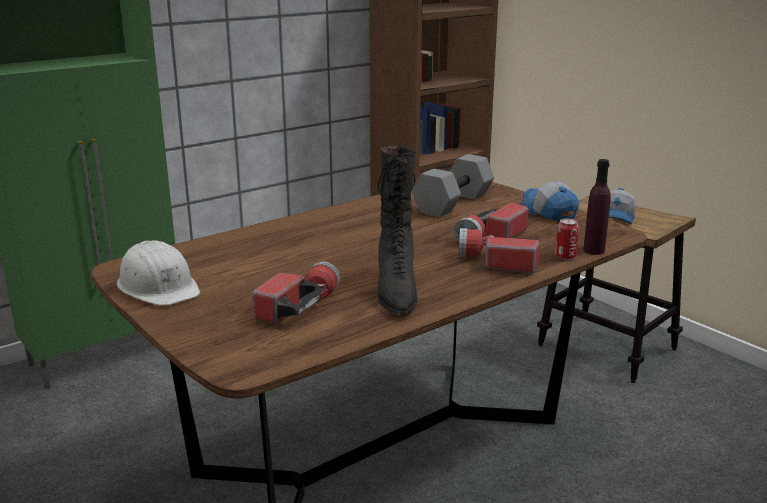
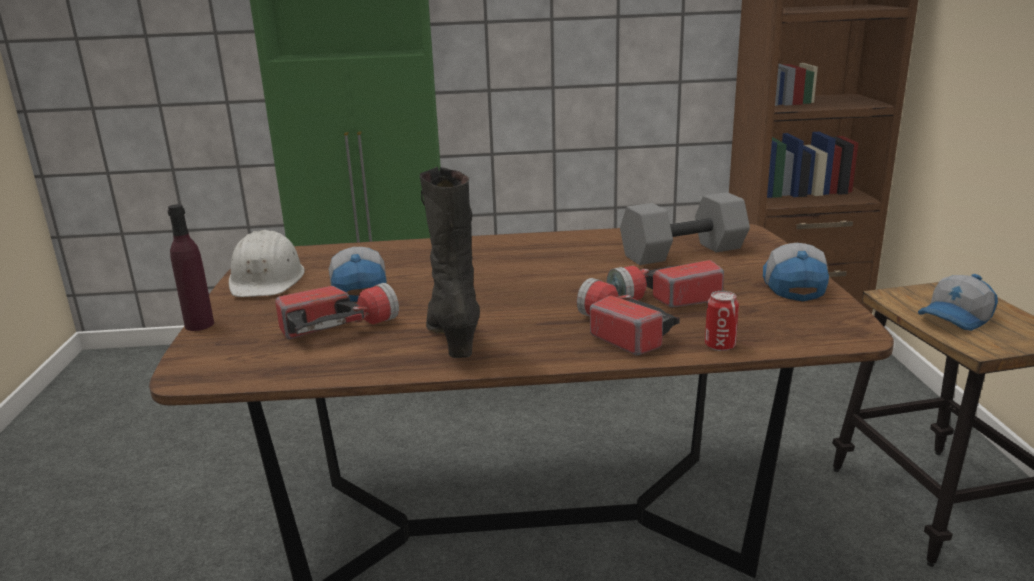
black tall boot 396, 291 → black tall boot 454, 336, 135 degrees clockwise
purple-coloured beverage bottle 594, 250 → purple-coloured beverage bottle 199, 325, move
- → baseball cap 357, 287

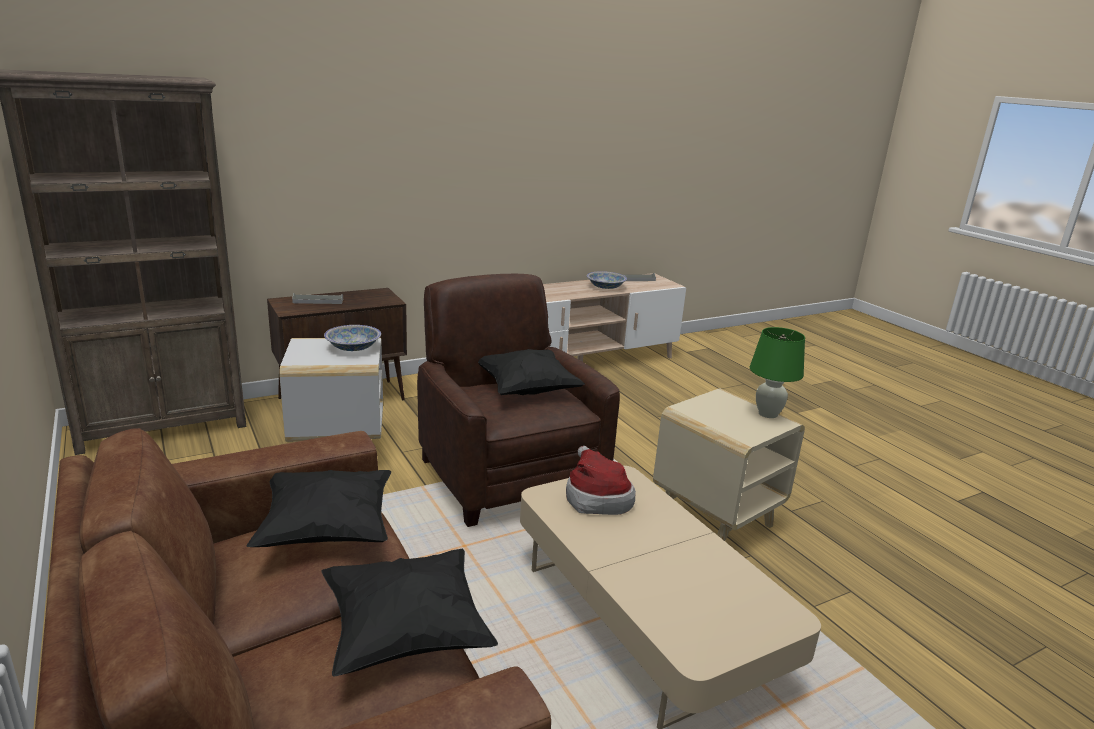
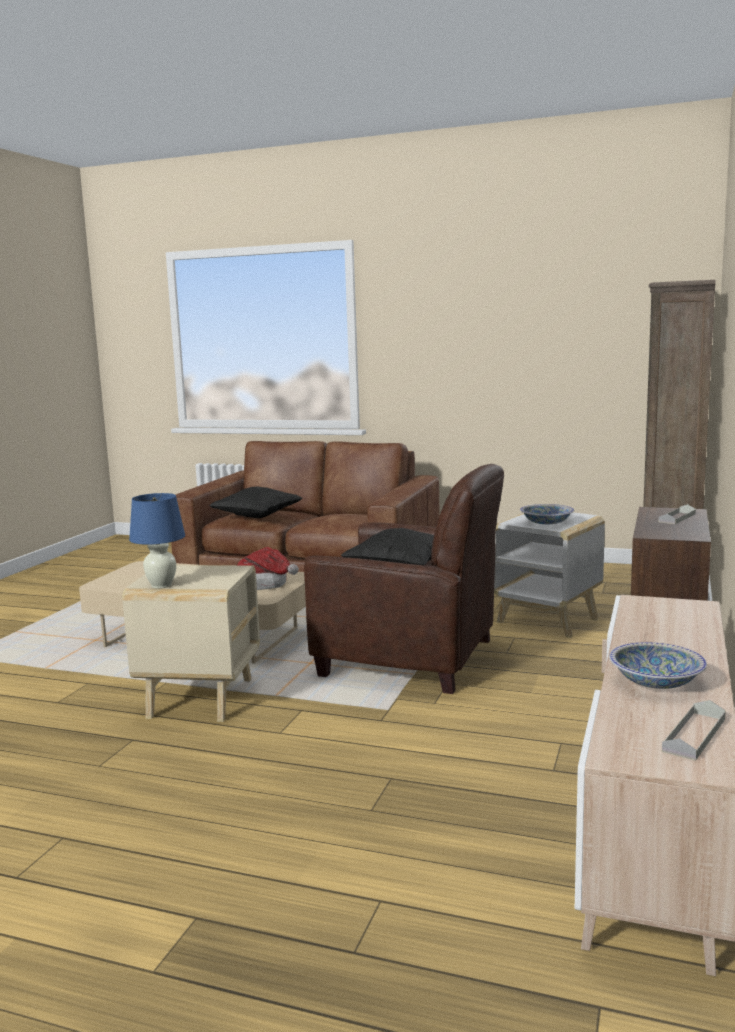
greenish lamp for a table 767, 414 → blue lamp for a table 162, 585
black throw pillow 326, 530 → -

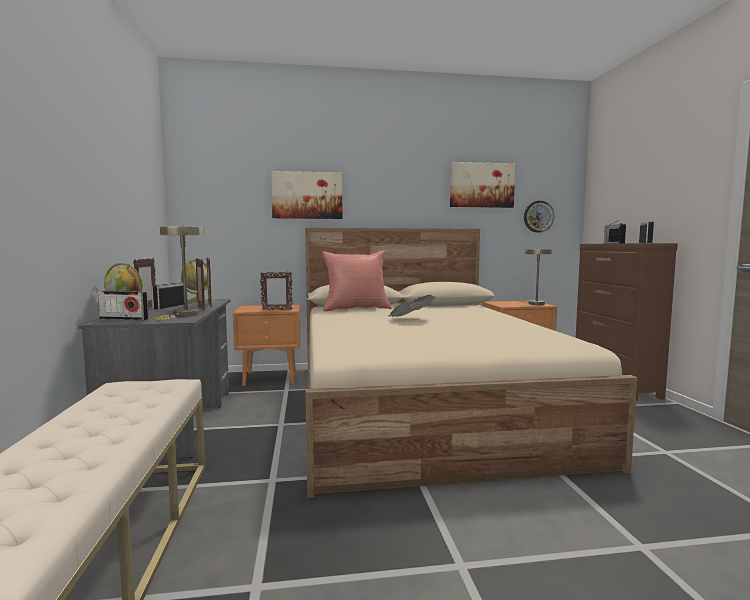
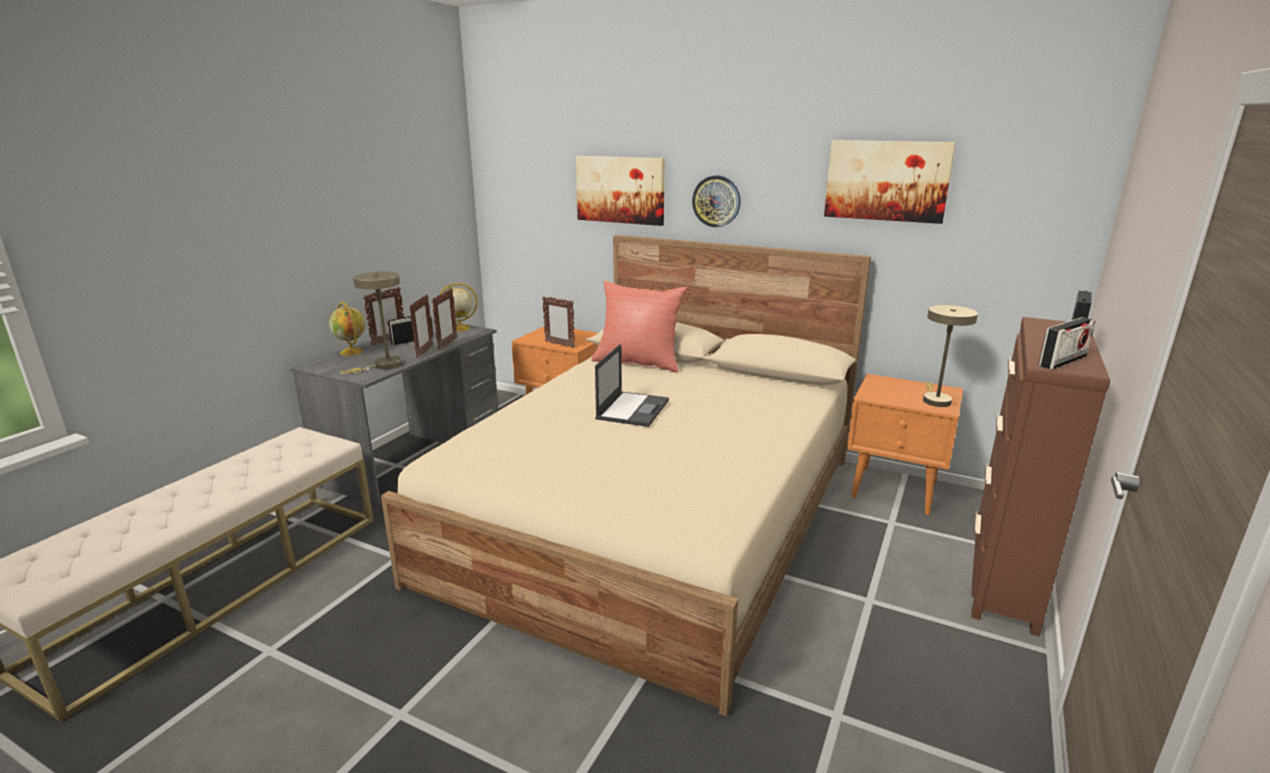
hanging clock 538, 216 → hanging clock 716, 201, move
radio set 124, 319 → -
newspaper 410, 319 → notebook computer 633, 409

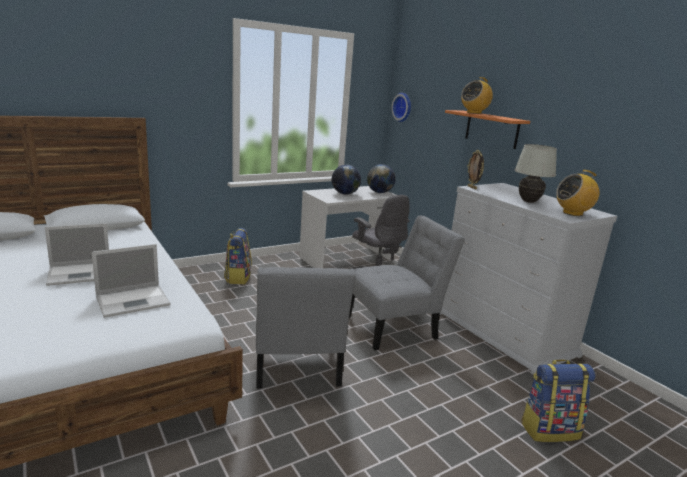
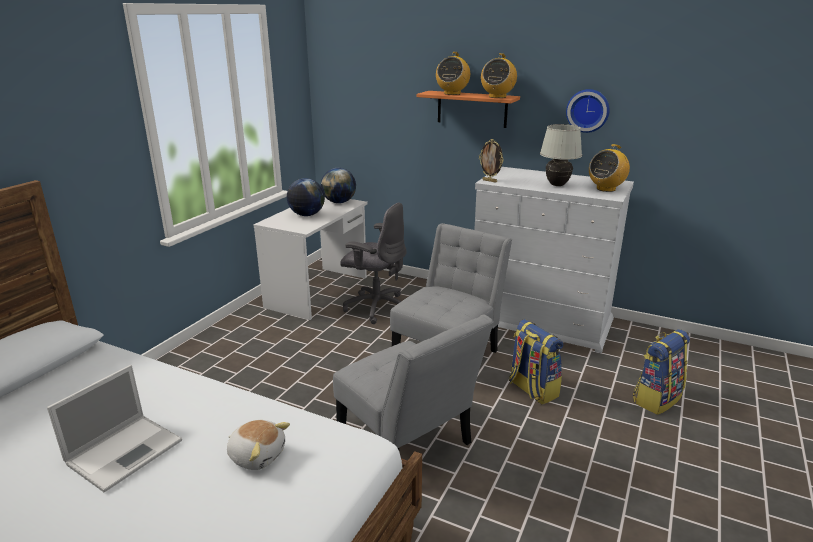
hanging clock 403, 107 → hanging clock 588, 110, move
backpack 238, 277 → backpack 532, 389, move
notebook computer 134, 300 → plush toy 257, 455
- → radio set 497, 97

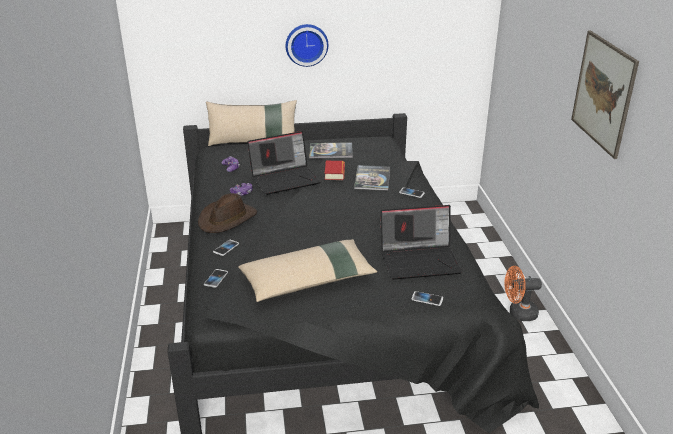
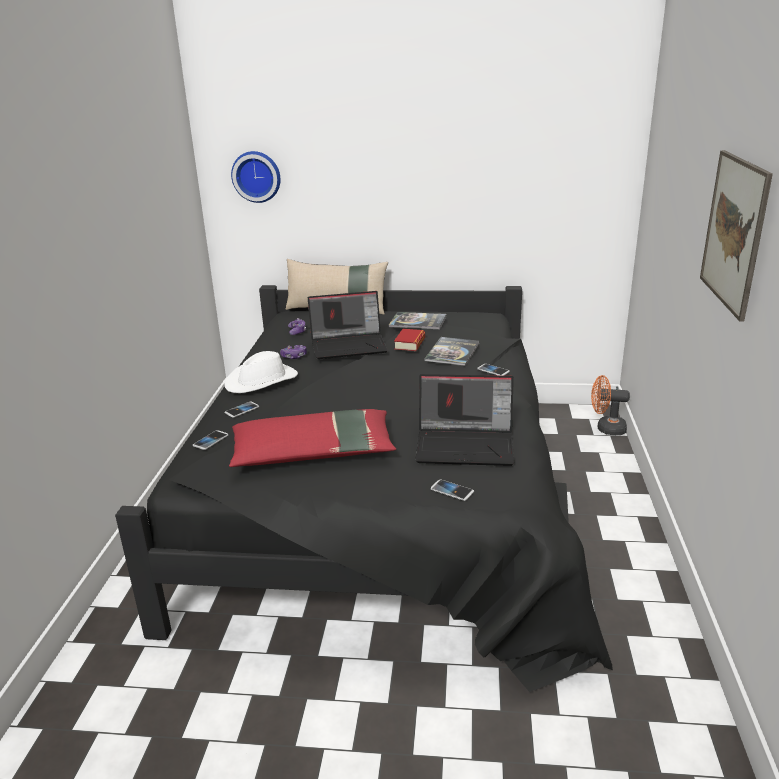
hanging clock 306, 44 → hanging clock 257, 176, move
brown-coloured hat 227, 219 → whitish hat 262, 381
beige-coloured throw pillow 308, 280 → red-coloured throw pillow 313, 452
orange fan 518, 313 → orange fan 606, 428, move

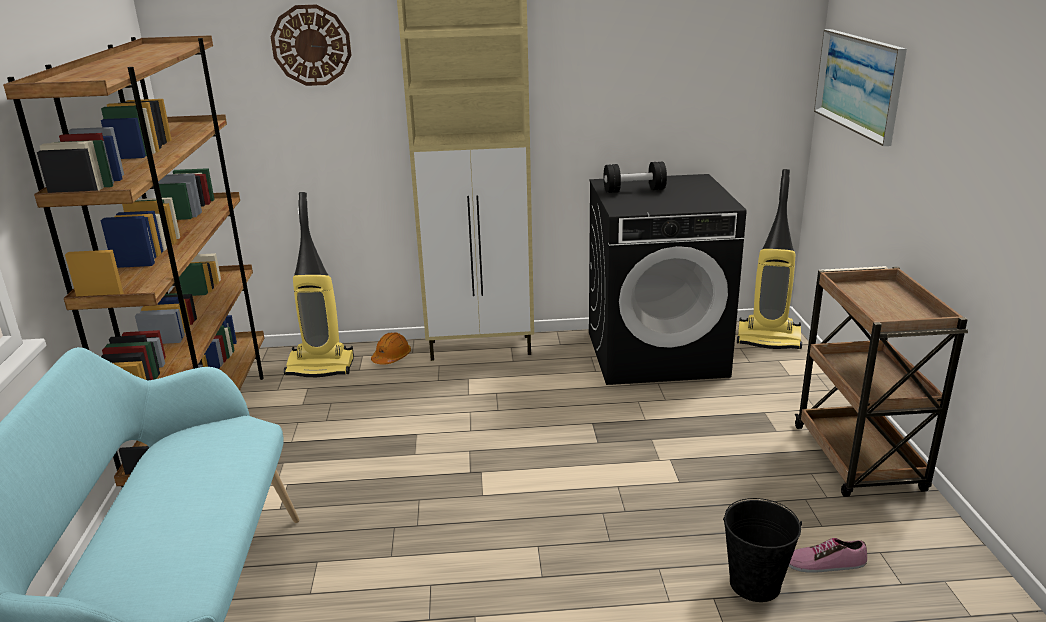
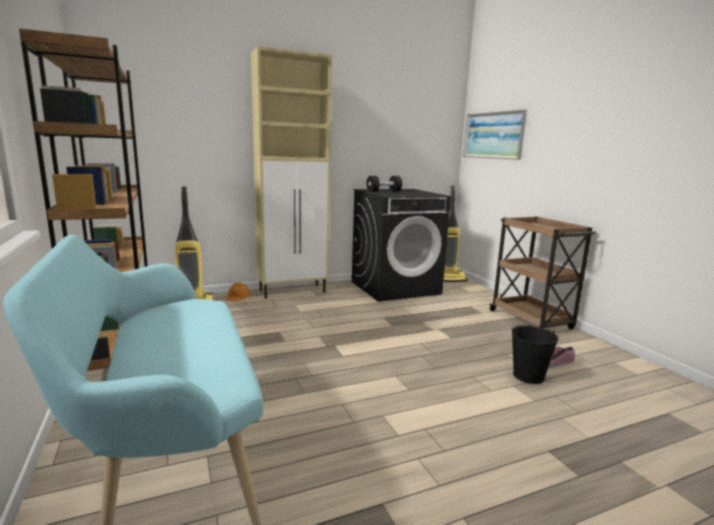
hanging clock 311, 45 → -

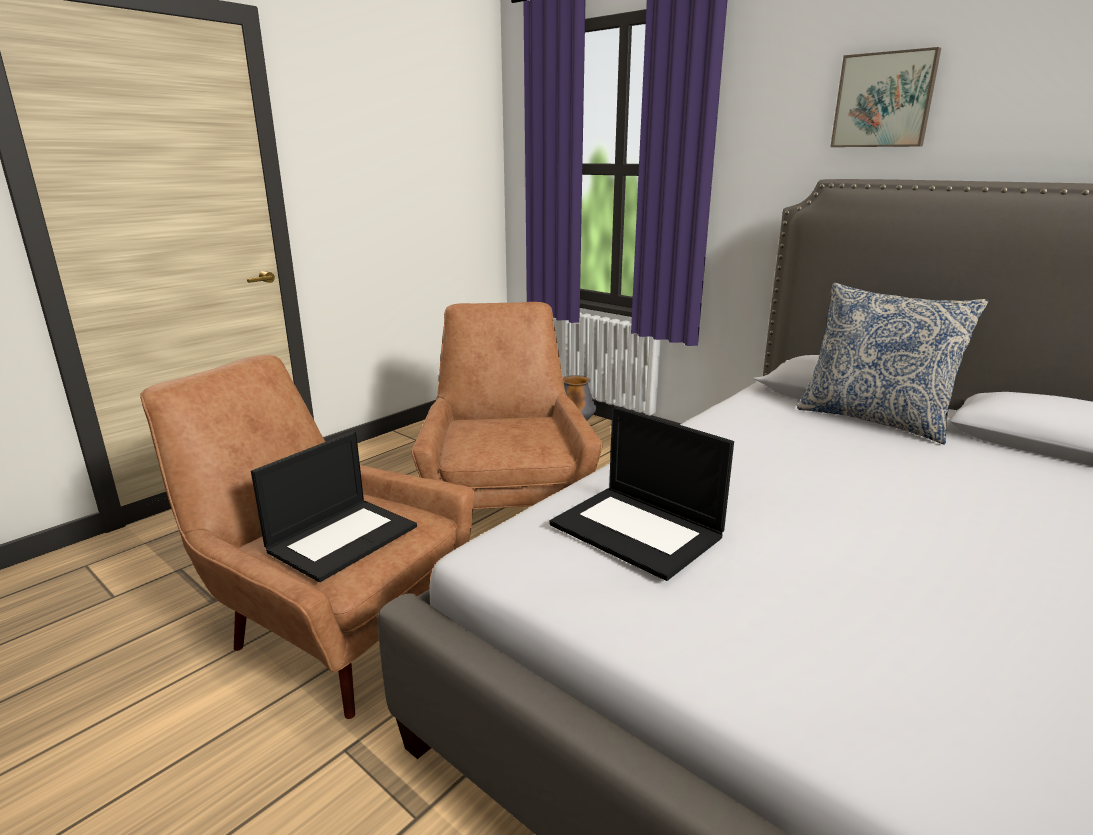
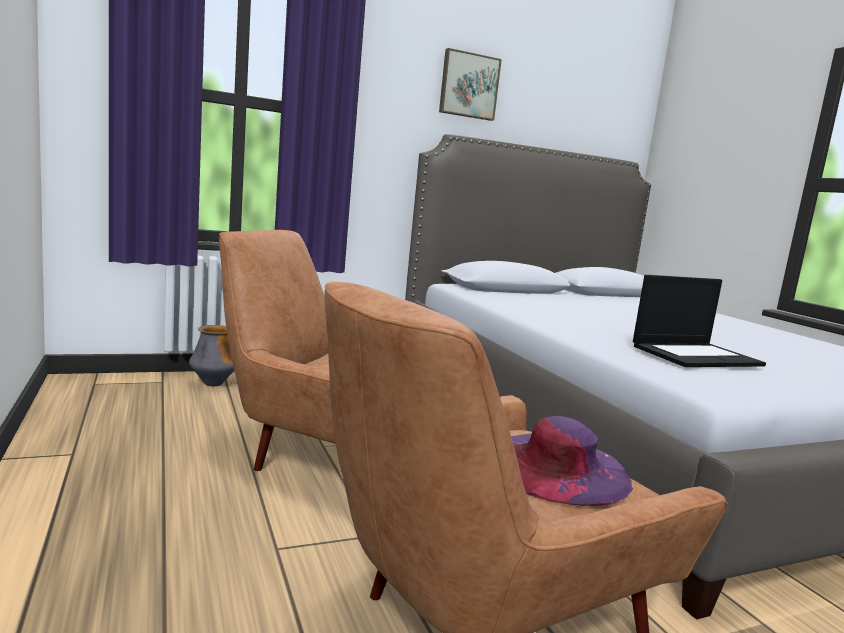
throw pillow 873, 419 → -
notebook computer 343, 537 → purple-coloured hat 556, 468

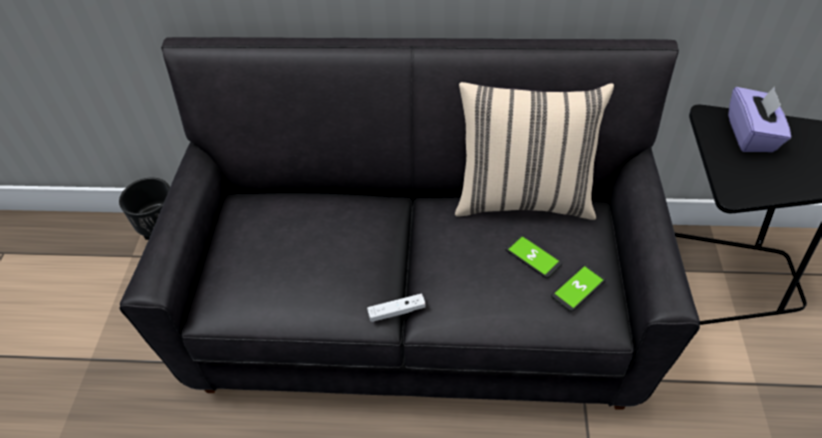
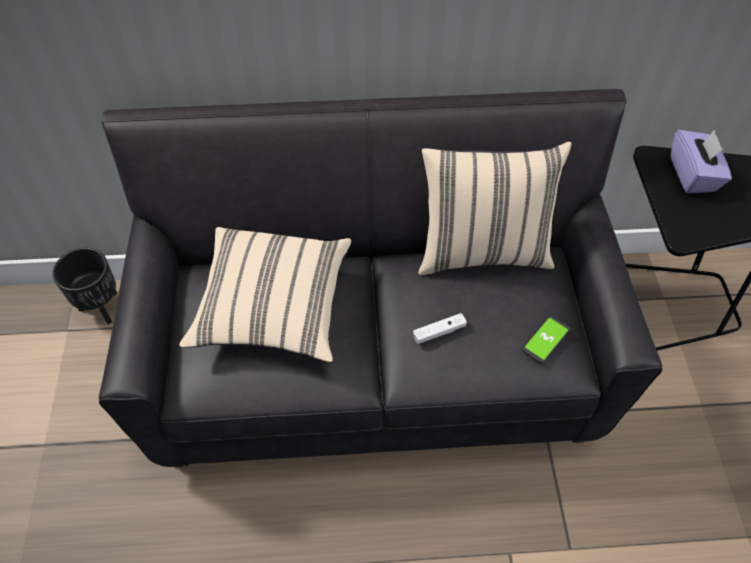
handset 533, 257 → -
whitish joypad 396, 311 → whitish joypad 439, 332, move
- → beige-coloured throw pillow 273, 307

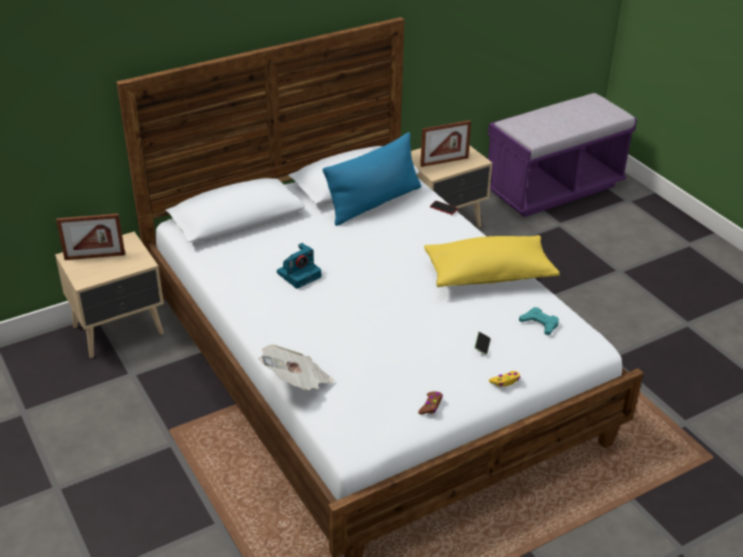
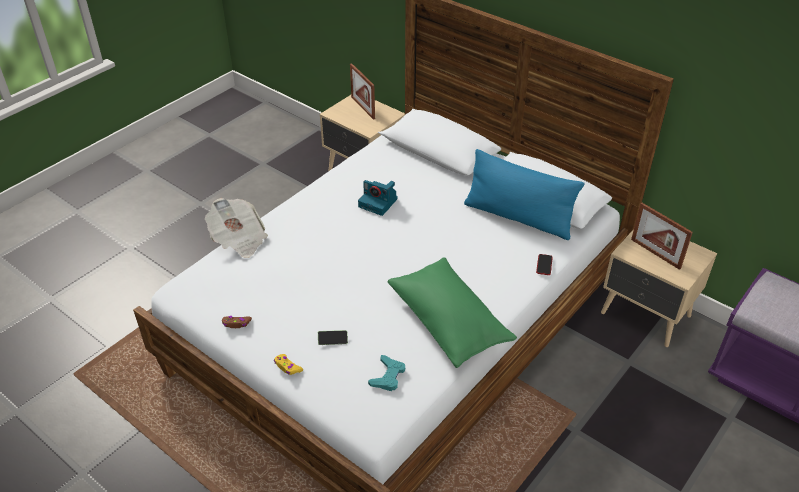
yellow throw pillow 489, 275 → greenish throw pillow 449, 322

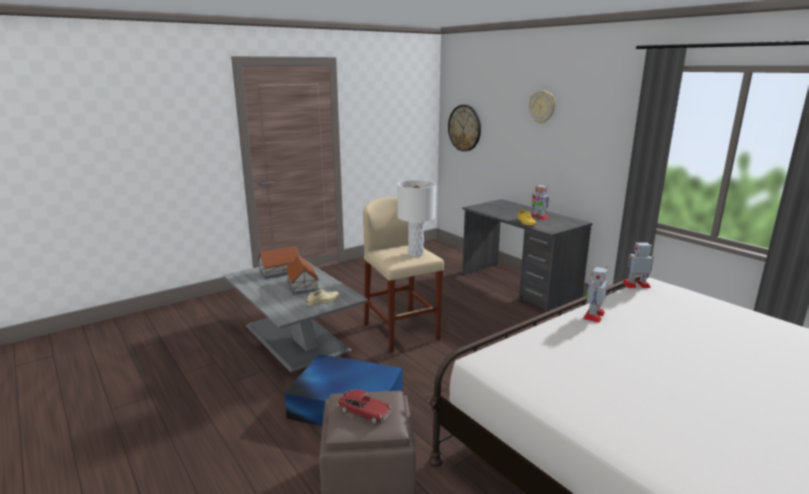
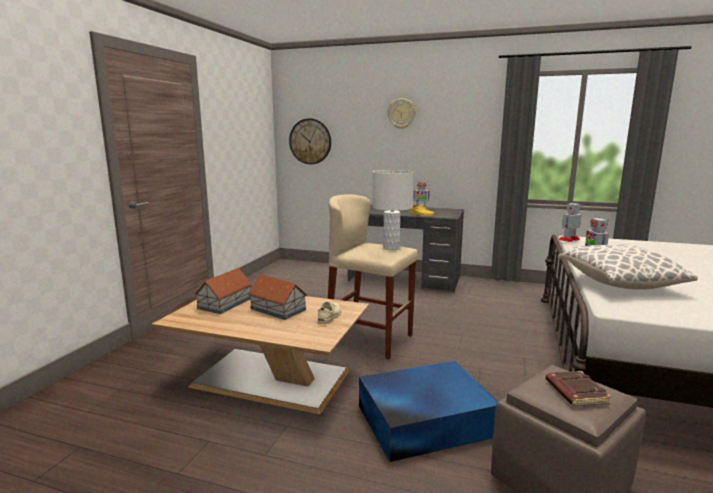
gray lounge table 294, 336 → brown-coloured lounge table 268, 378
model car 364, 412 → brown-coloured bound book 575, 392
- → throw pillow 619, 283

